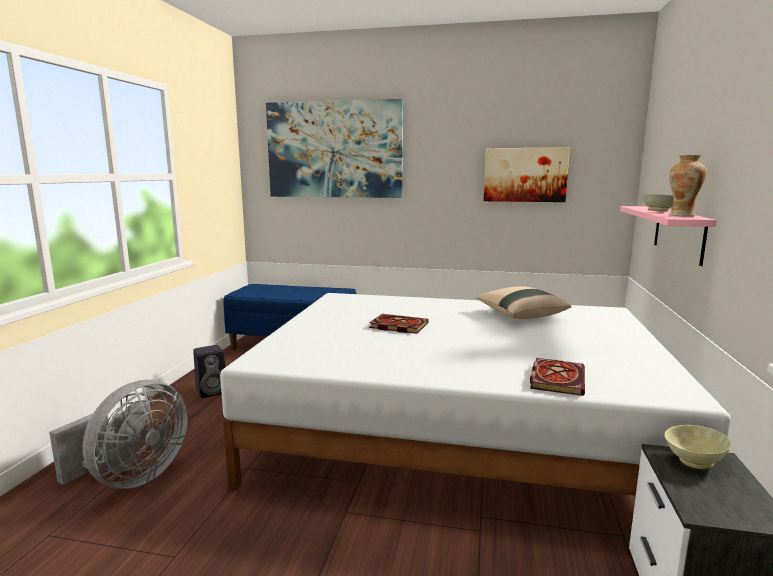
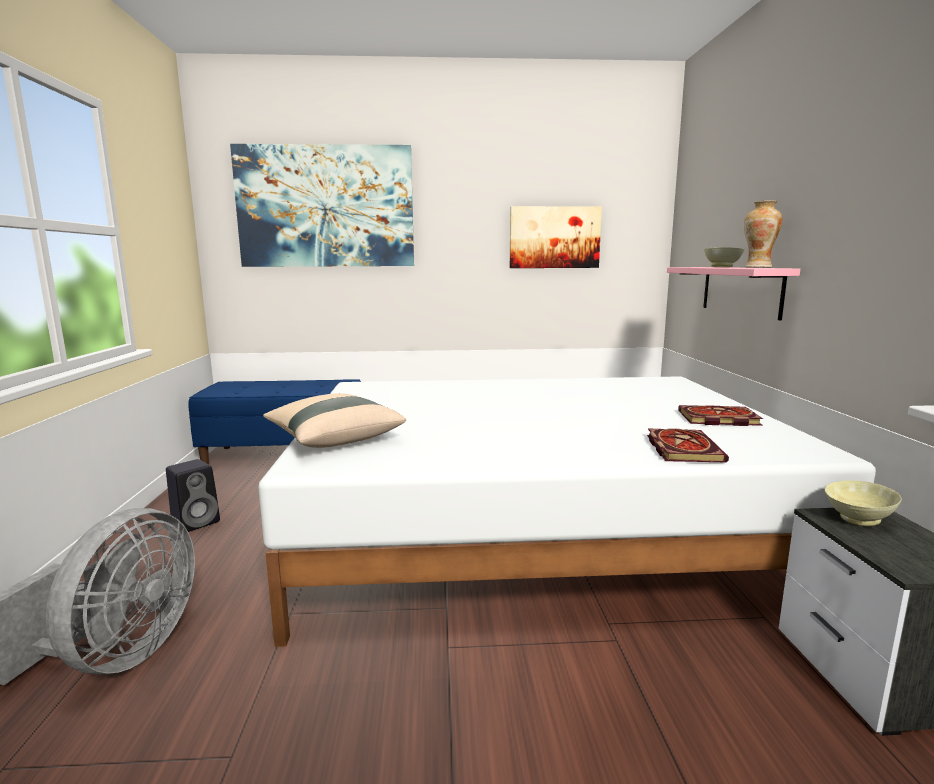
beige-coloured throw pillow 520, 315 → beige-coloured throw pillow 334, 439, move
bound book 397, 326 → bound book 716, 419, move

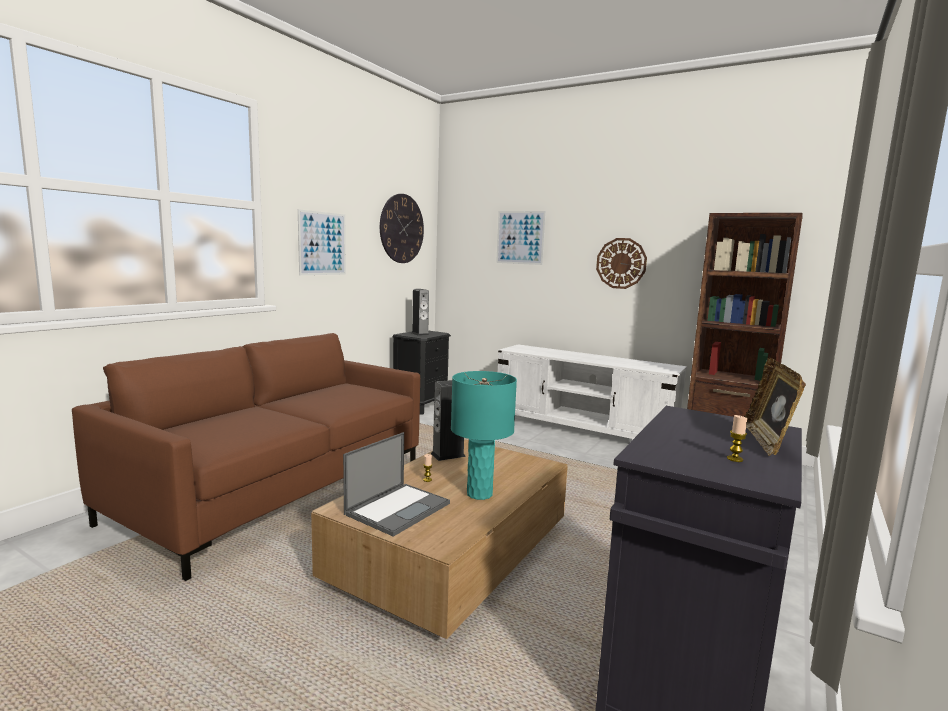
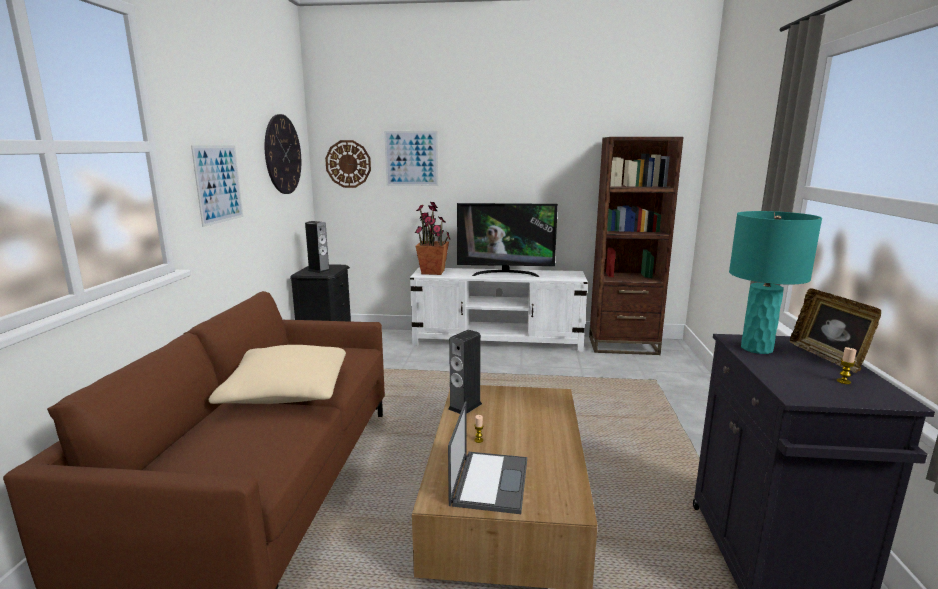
hanging clock 621, 263 → hanging clock 348, 164, move
turquoise lamp for a table 479, 494 → turquoise lamp for a table 757, 349, move
- → potted plant 433, 272
- → TV 505, 273
- → beige-coloured throw pillow 286, 392

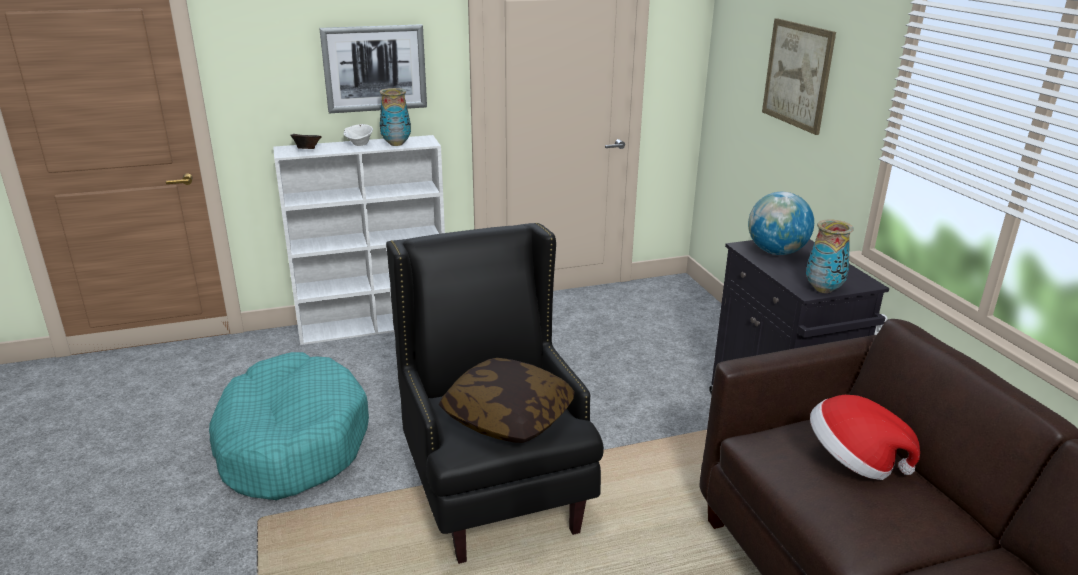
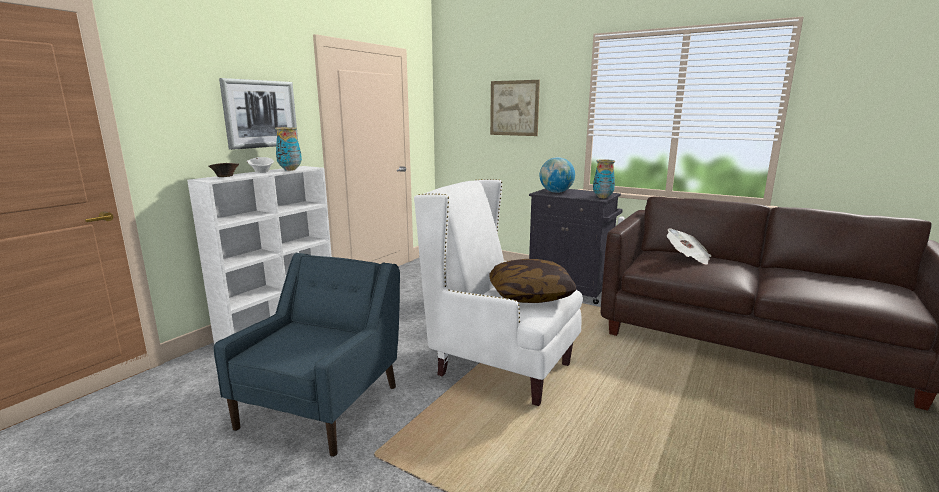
black lounge chair 495, 495 → whitish lounge chair 502, 369
turquoise pet bed 291, 442 → blue lounge chair 323, 404
hat 853, 461 → newspaper 687, 258

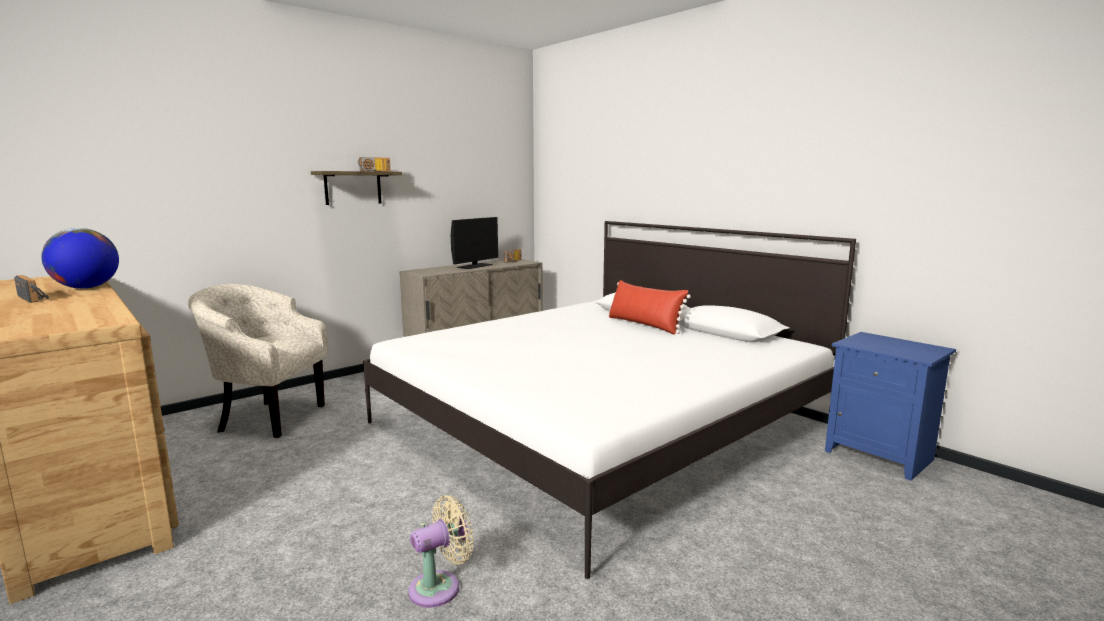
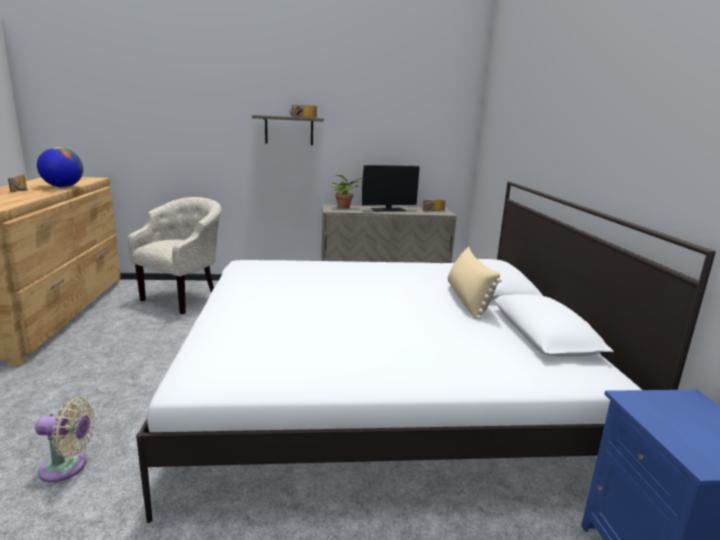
red-coloured throw pillow 644, 325 → beige-coloured throw pillow 467, 300
beige-coloured lounge chair 267, 418 → beige-coloured lounge chair 184, 298, 75 degrees clockwise
- → potted plant 345, 207

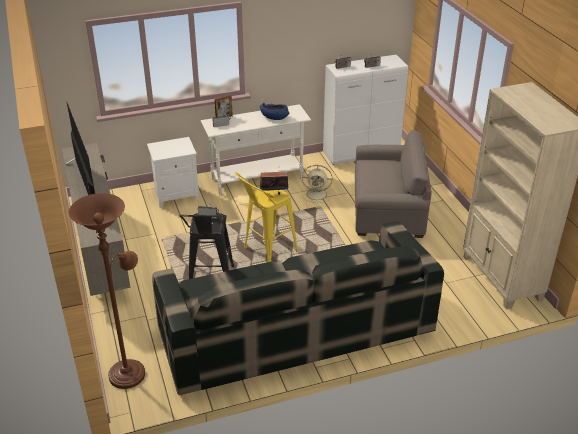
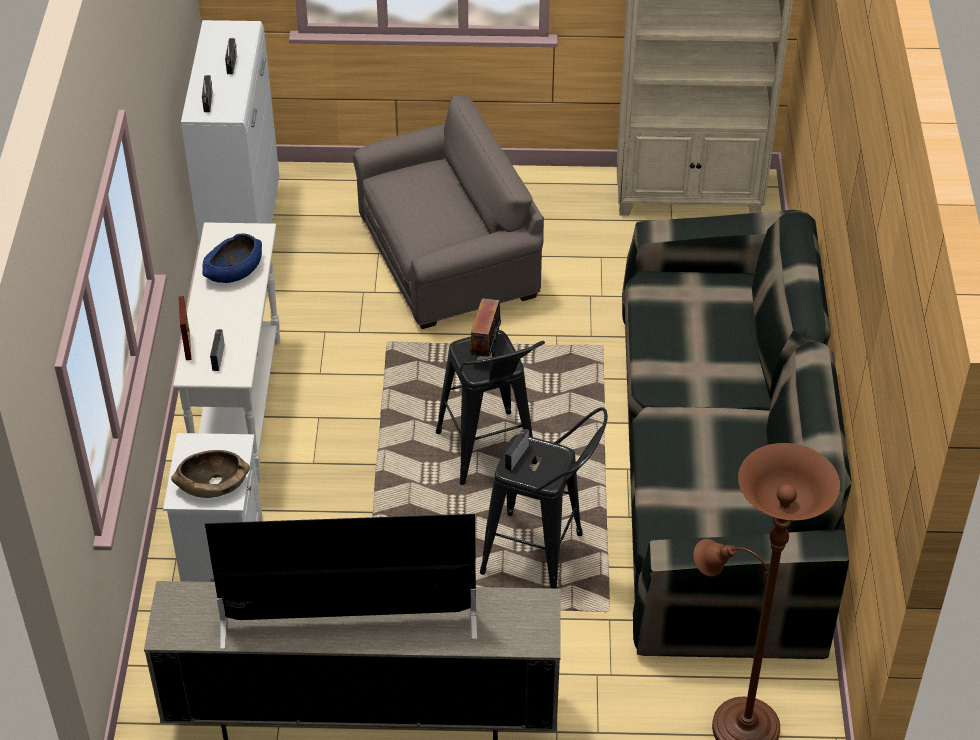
gray lounge chair 387, 210 → gray lounge chair 447, 258, 45 degrees clockwise
beige-coloured fan 317, 194 → -
yellow stool seat 266, 252 → black stool seat 489, 456
- → brown-coloured serving bowl 213, 484

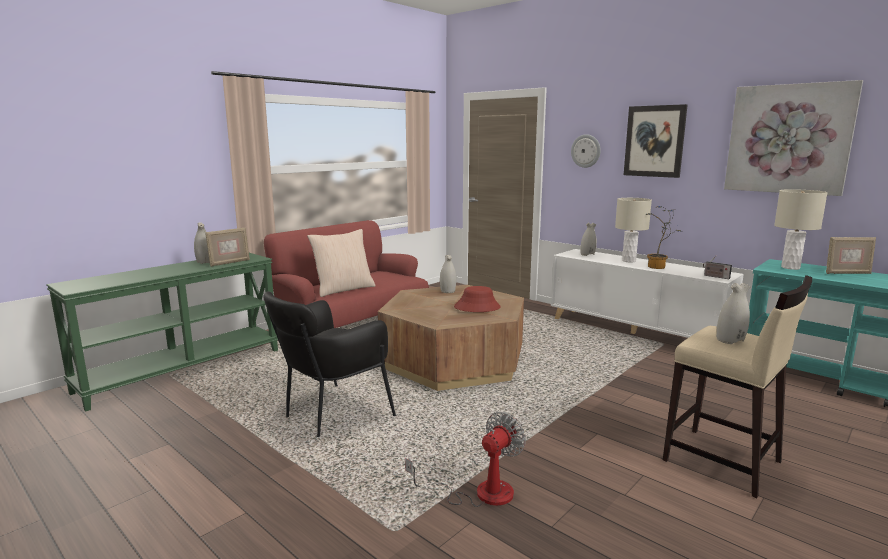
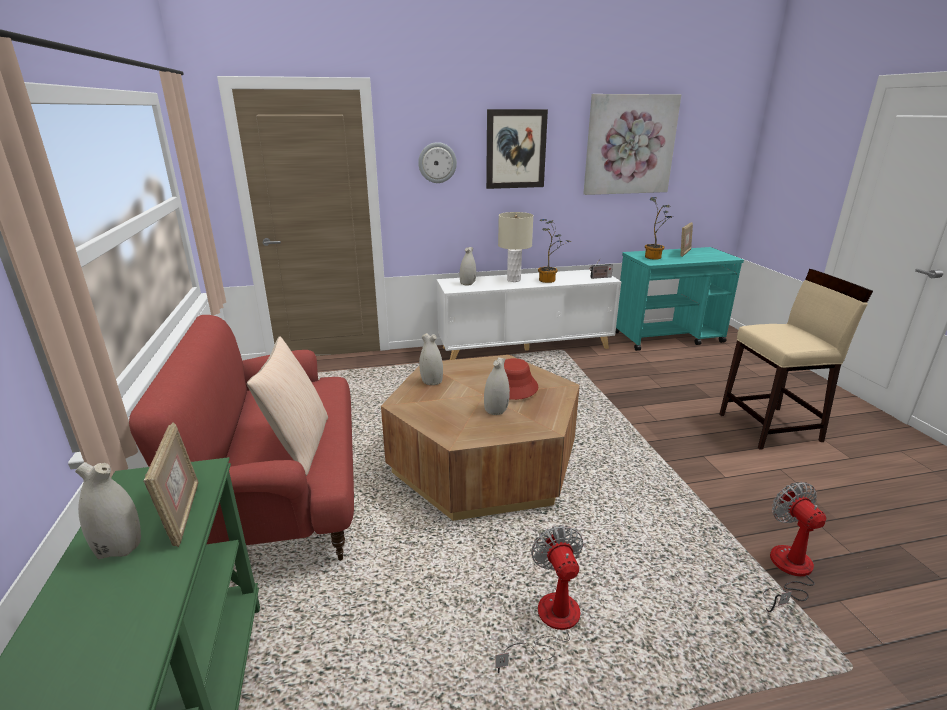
beige-coloured lamp for a table 790, 267 → potted plant 654, 257
whitish decorative vase 730, 340 → whitish decorative vase 496, 409, move
black lounge chair 330, 415 → fan 549, 623

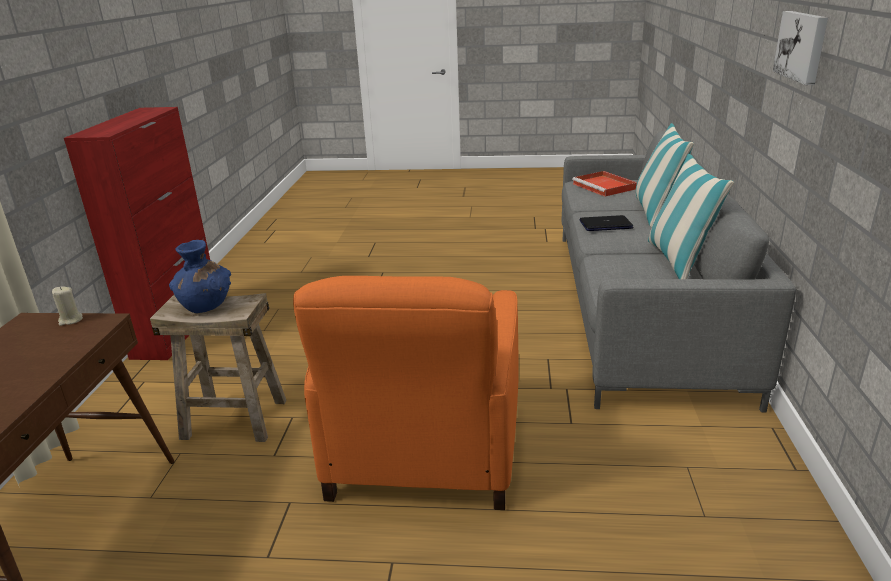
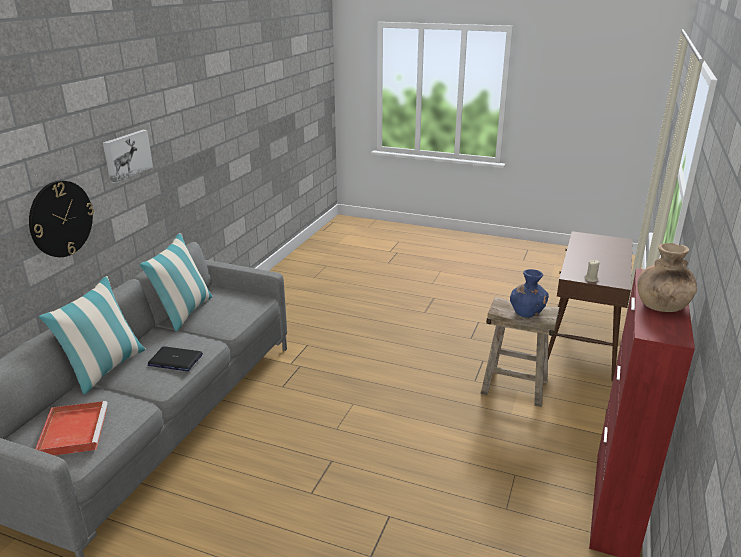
orange lounge chair 423, 450 → -
- → hanging clock 61, 219
- → brown-coloured decorative vase 661, 306

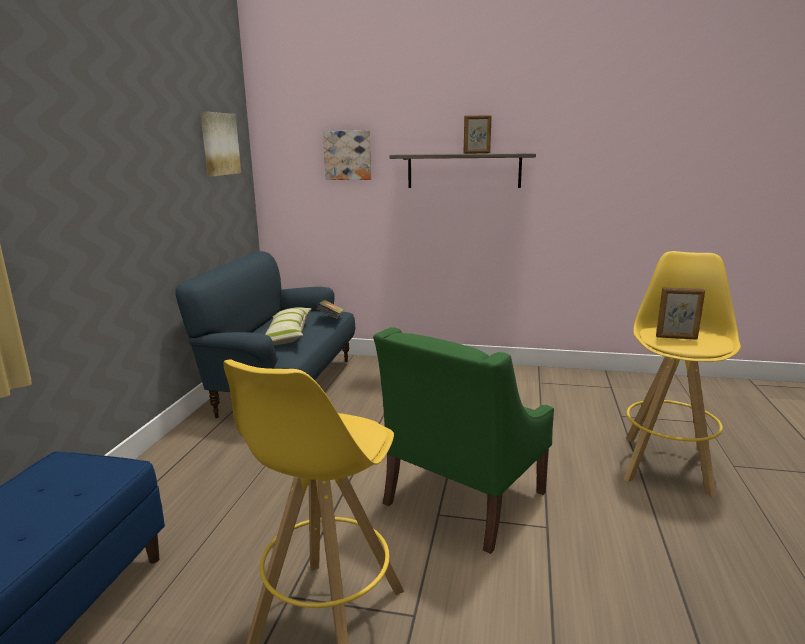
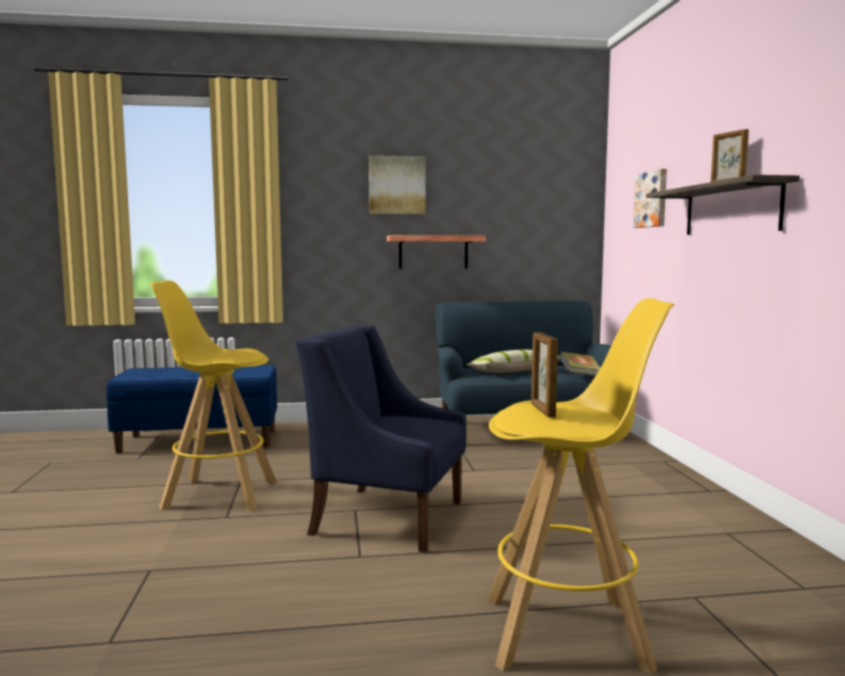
wall art 219, 144 → wall art 397, 185, move
greenish lounge chair 463, 498 → blue lounge chair 387, 516
- → shelf 433, 252

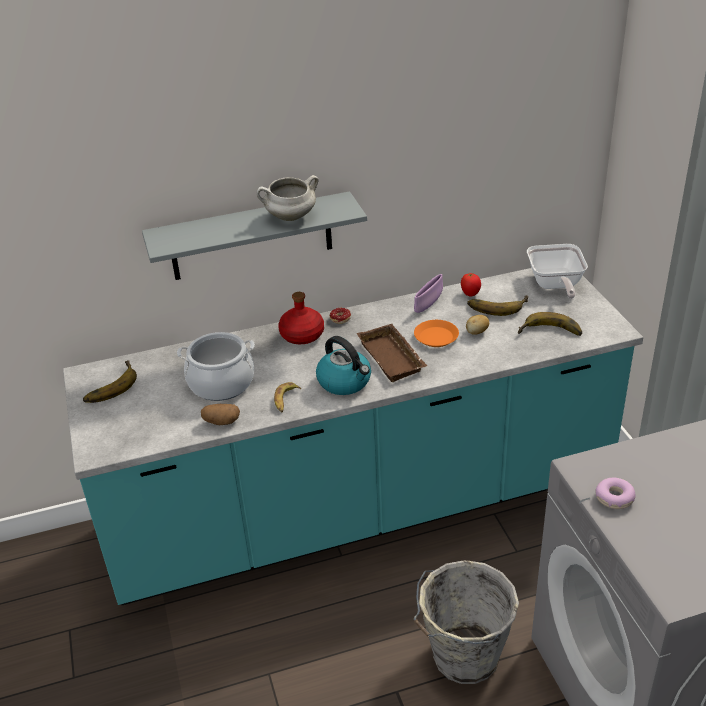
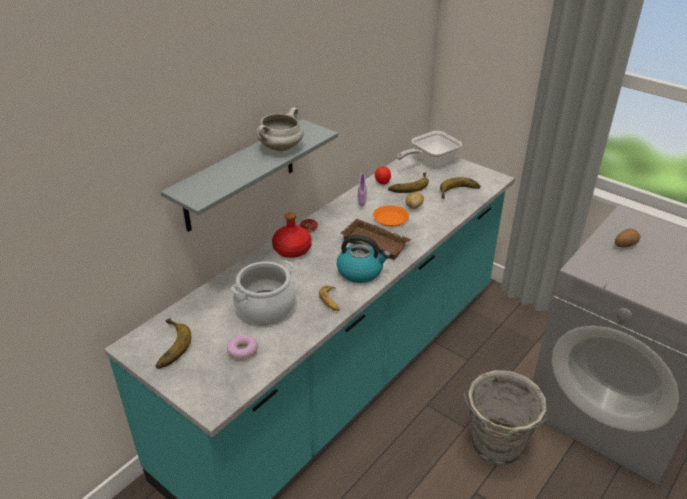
pan 555, 285 → pan 430, 161, 90 degrees clockwise
spud 221, 422 → spud 624, 245, move
ring doughnut 614, 498 → ring doughnut 242, 351, move

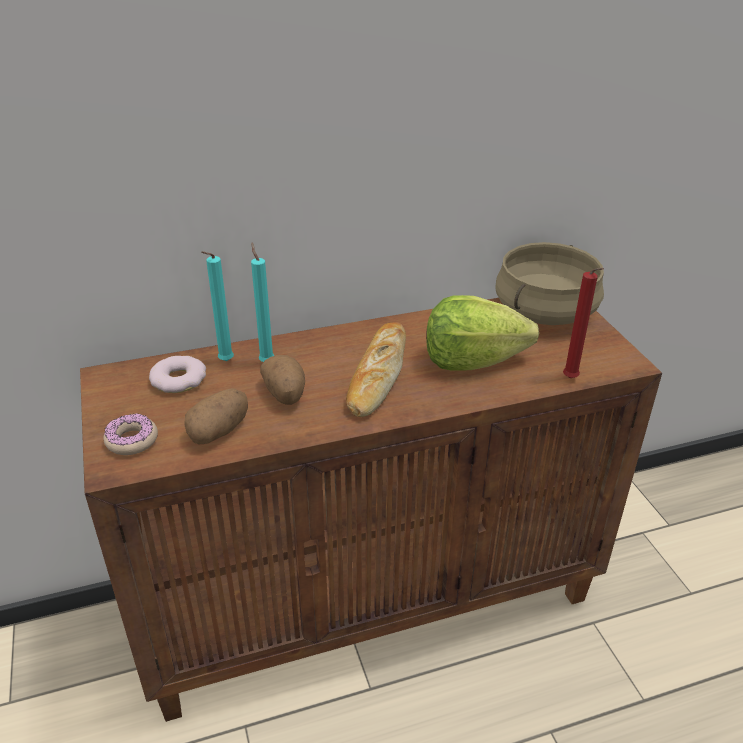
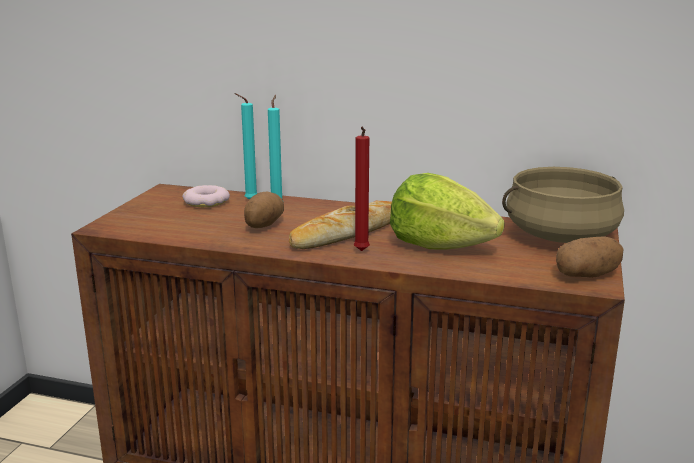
red-coloured wax candle 571, 380 → red-coloured wax candle 361, 252, move
spud 219, 431 → spud 587, 275, move
ring doughnut 132, 440 → -

